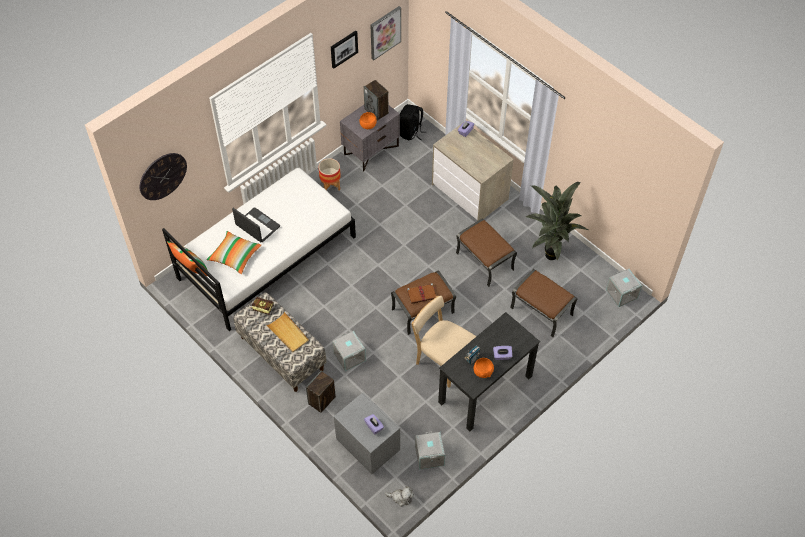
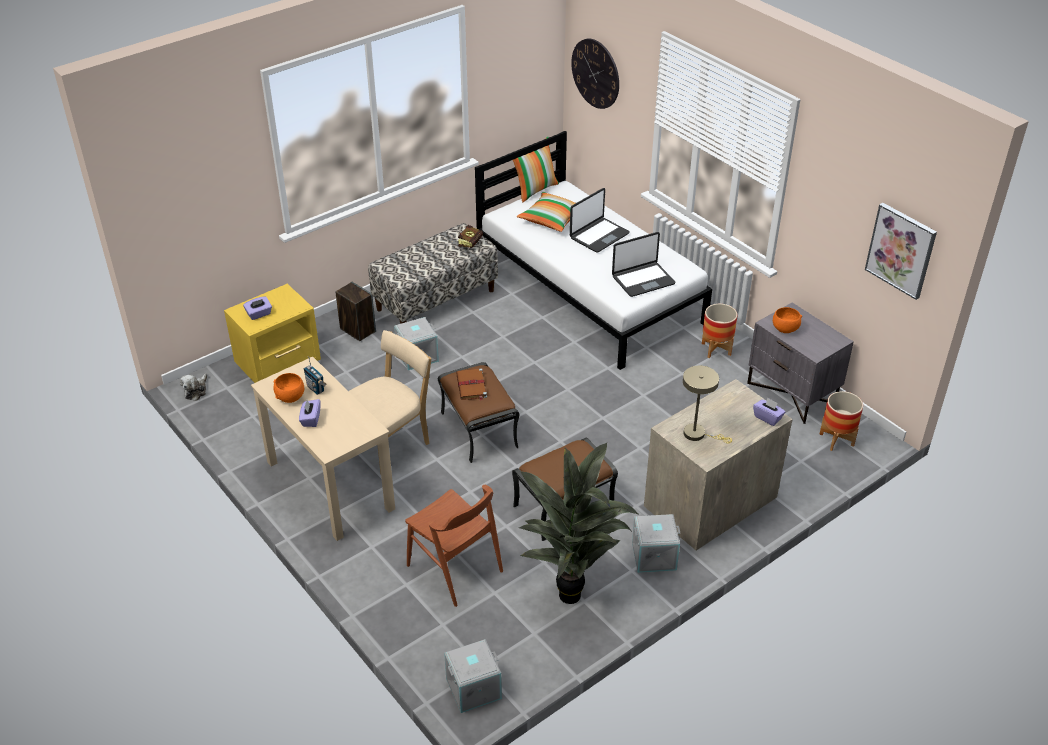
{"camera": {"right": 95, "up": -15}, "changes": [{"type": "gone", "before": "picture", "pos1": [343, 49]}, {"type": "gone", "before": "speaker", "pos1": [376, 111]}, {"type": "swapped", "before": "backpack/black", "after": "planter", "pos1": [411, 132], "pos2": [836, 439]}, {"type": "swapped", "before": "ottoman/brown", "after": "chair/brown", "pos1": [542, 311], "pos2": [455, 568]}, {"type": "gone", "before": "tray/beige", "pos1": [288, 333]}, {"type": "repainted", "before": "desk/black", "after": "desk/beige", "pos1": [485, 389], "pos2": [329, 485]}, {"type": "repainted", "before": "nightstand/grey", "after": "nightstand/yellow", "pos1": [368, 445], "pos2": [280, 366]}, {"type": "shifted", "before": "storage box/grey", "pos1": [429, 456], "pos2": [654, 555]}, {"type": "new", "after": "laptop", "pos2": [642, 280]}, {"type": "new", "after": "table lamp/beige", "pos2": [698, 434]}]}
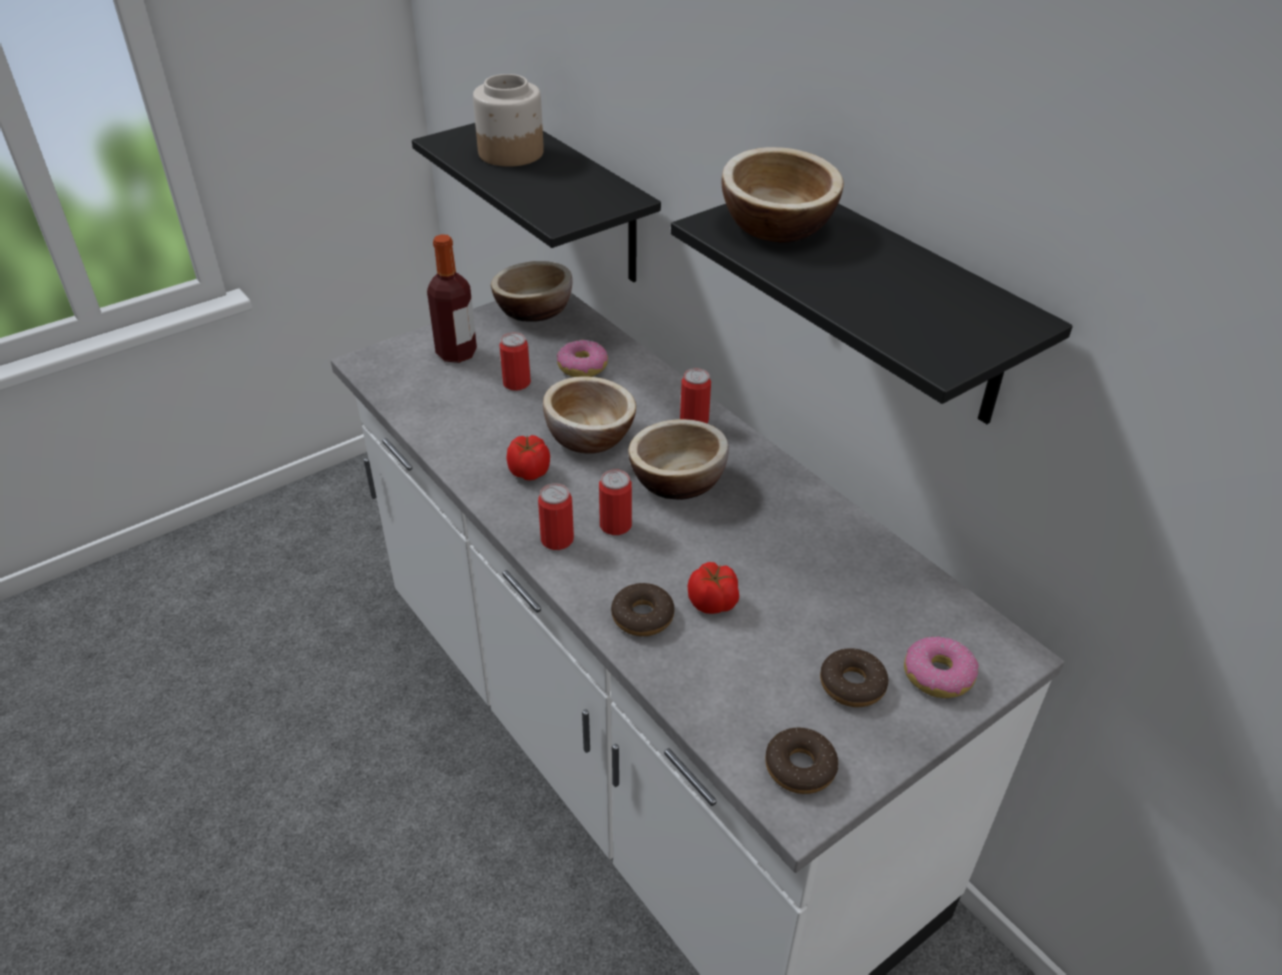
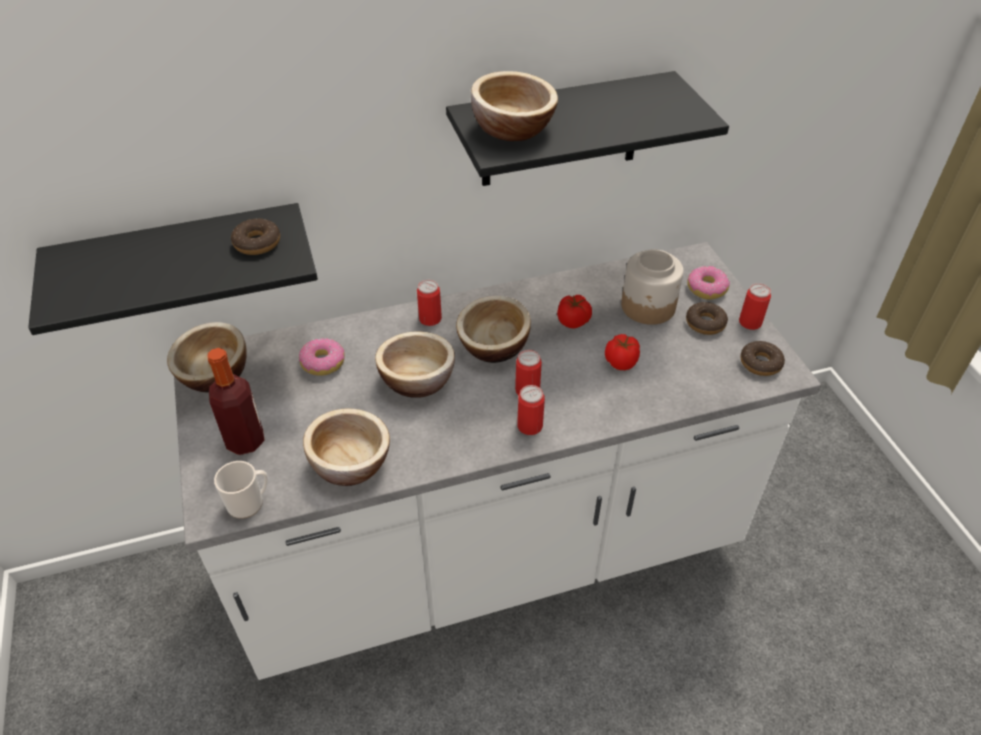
{"camera": {"right": -70, "up": 5}, "changes": [{"type": "shifted", "before": "jar", "pos1": [510, 153], "pos2": [648, 307]}, {"type": "shifted", "before": "can", "pos1": [516, 383], "pos2": [750, 322]}, {"type": "shifted", "before": "tomato", "pos1": [529, 472], "pos2": [573, 321]}, {"type": "shifted", "before": "donut", "pos1": [642, 616], "pos2": [257, 243]}, {"type": "new", "after": "bowl", "pos2": [350, 463]}, {"type": "new", "after": "mug", "pos2": [249, 502]}]}
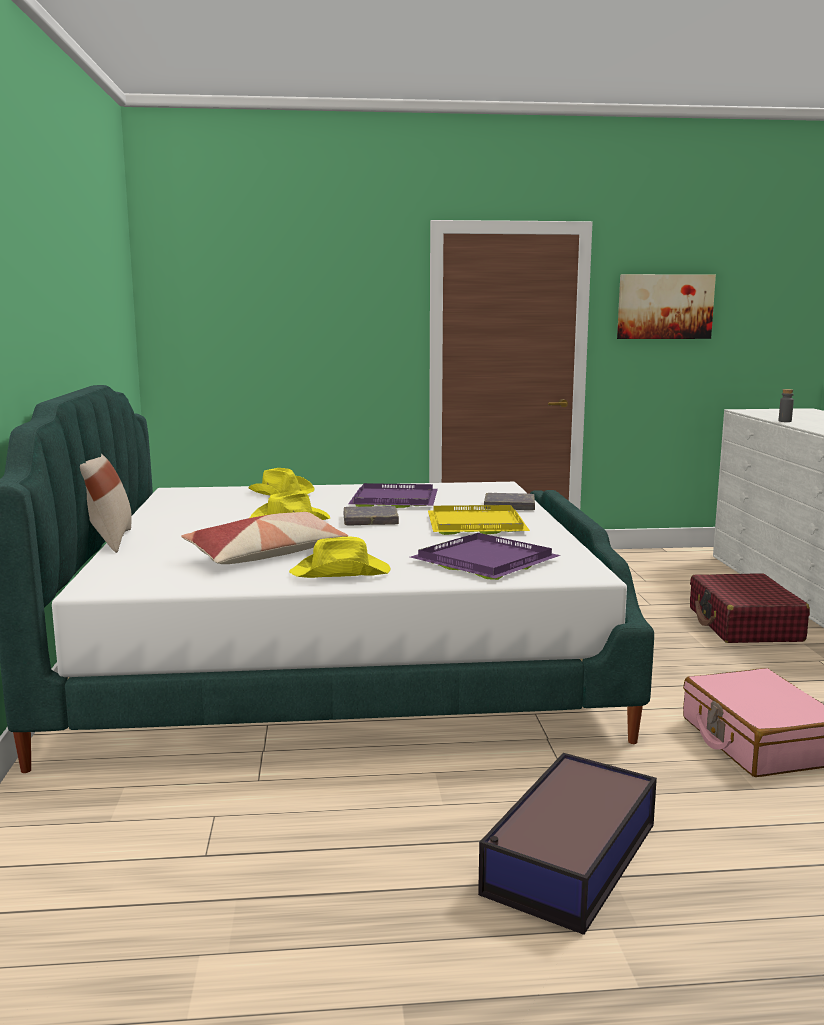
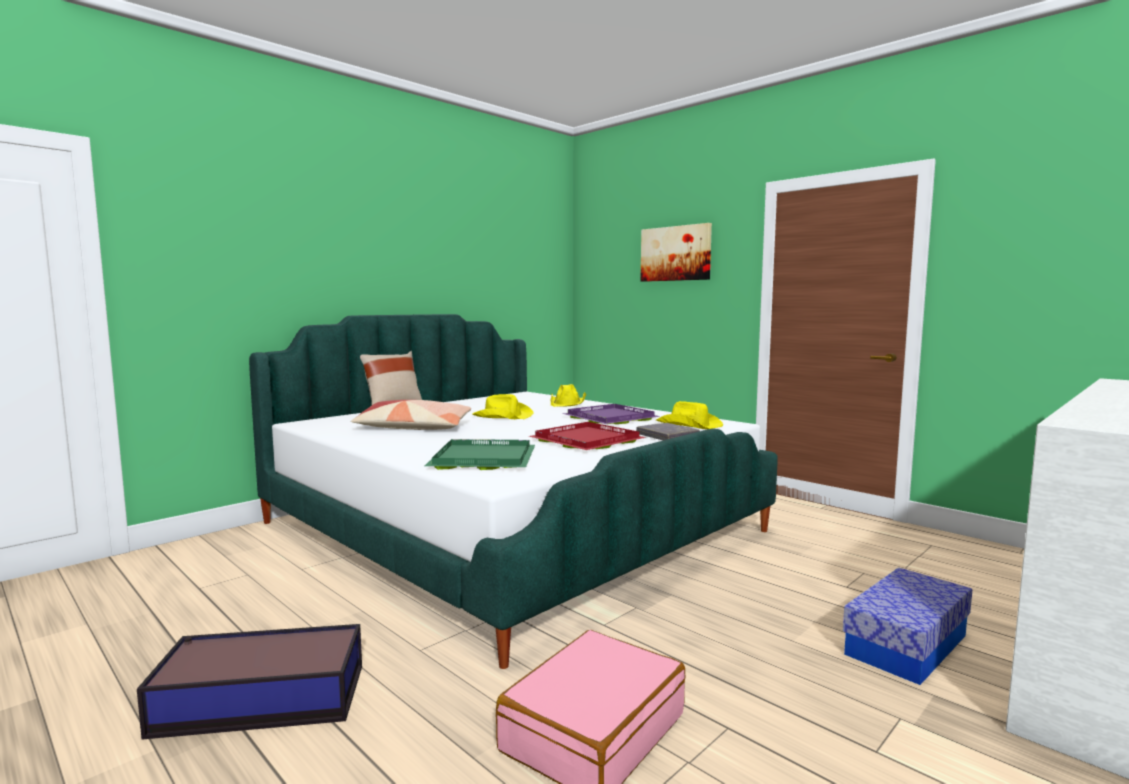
{"camera": {"right": 50, "up": -5}, "changes": [{"type": "shifted", "before": "picture", "pos1": [665, 306], "pos2": [675, 253]}, {"type": "gone", "before": "bottle/grey", "pos1": [785, 421]}, {"type": "repainted", "before": "tray/yellow", "after": "tray/red", "pos1": [477, 524], "pos2": [589, 440]}, {"type": "gone", "before": "book/grey", "pos1": [370, 520]}, {"type": "repainted", "before": "tray/purple", "after": "tray/green", "pos1": [485, 562], "pos2": [481, 459]}, {"type": "shifted", "before": "hat/yellow", "pos1": [341, 573], "pos2": [689, 425]}, {"type": "swapped", "before": "suitcase/red", "after": "storage box", "pos1": [744, 625], "pos2": [906, 645]}]}
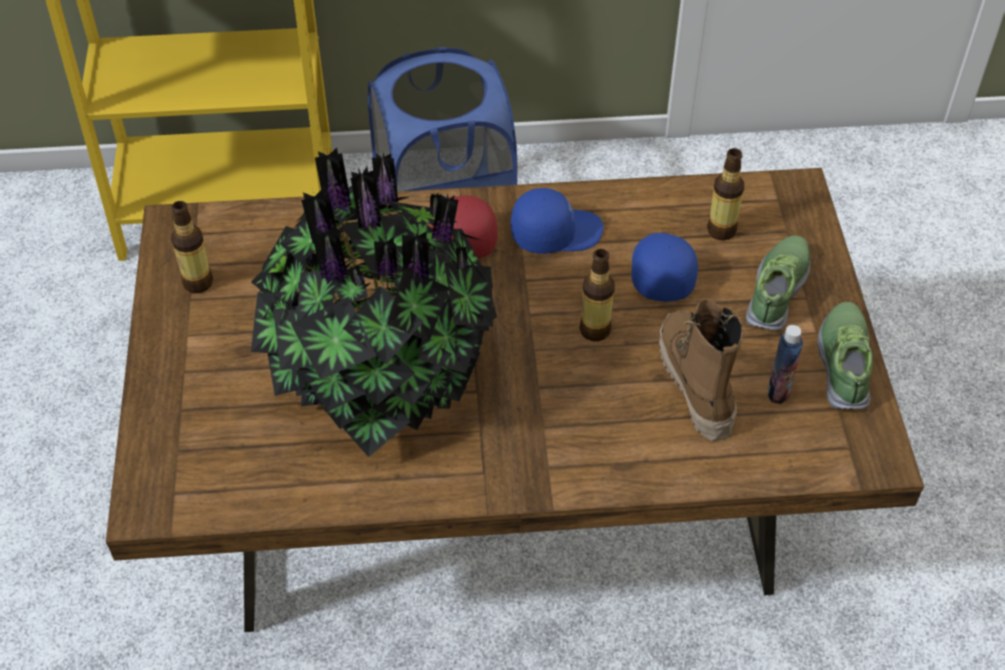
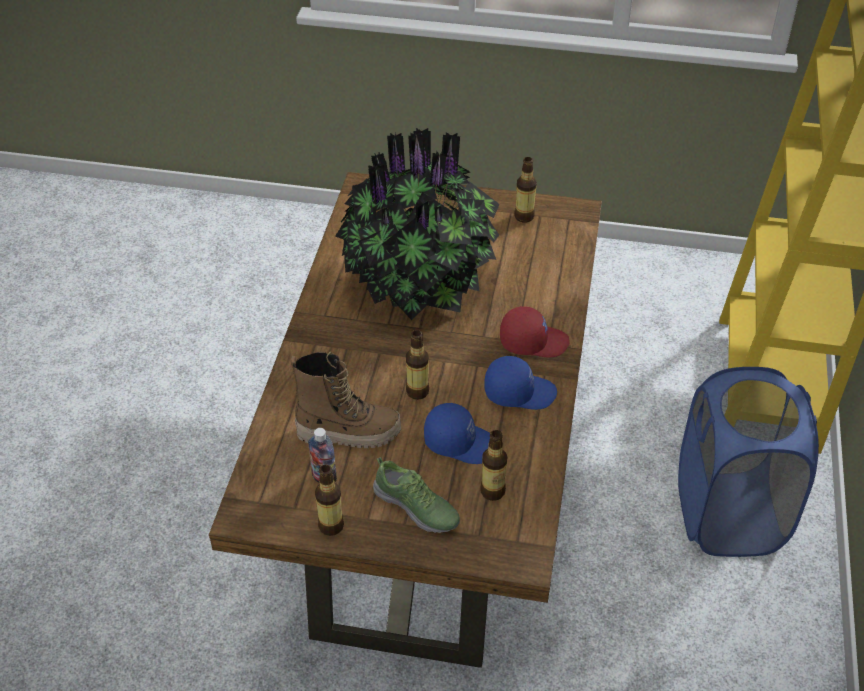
{"camera": {"right": 105, "up": -5}, "changes": [{"type": "rotated", "before": "cap/blue", "pos1": [555, 232], "pos2": [519, 392], "turn": -90}, {"type": "swapped", "before": "shoe", "after": "bottle", "pos1": [845, 364], "pos2": [331, 526]}]}
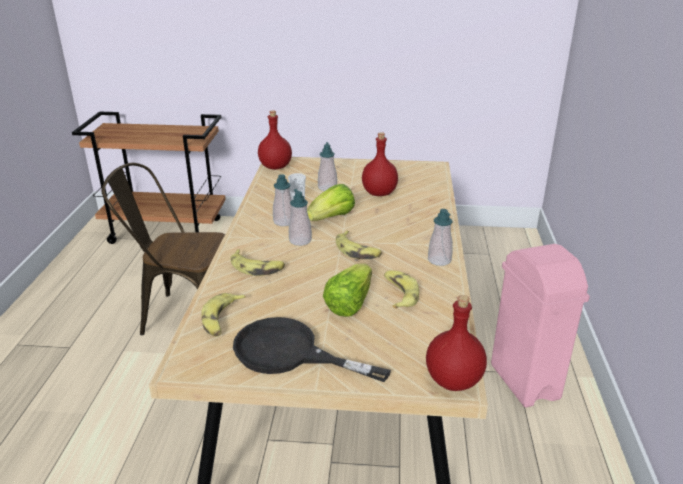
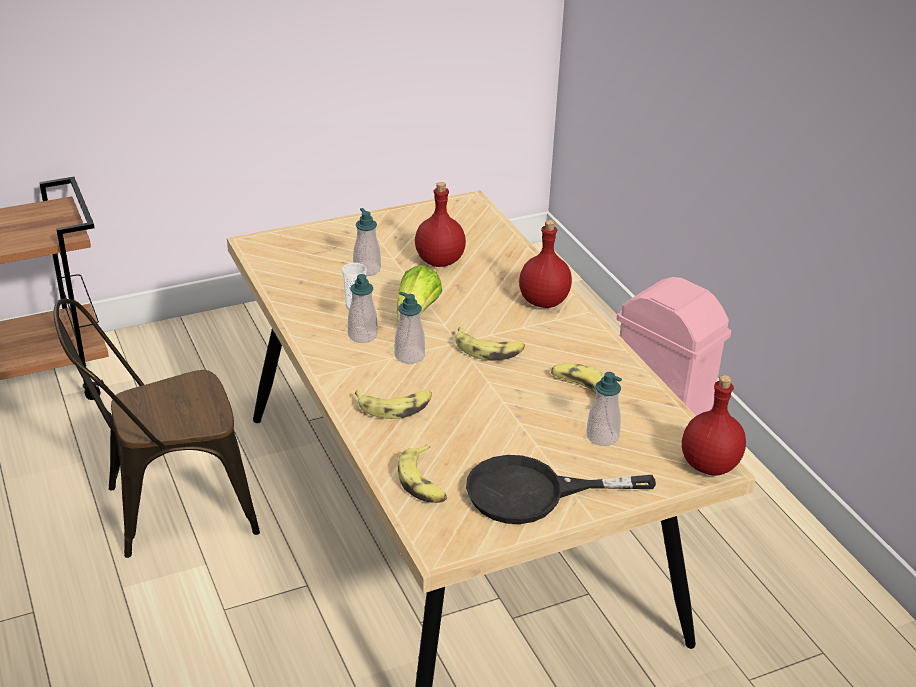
{"camera": {"right": -30, "up": 5}, "changes": [{"type": "shifted", "before": "bottle/red", "pos1": [276, 167], "pos2": [544, 301]}, {"type": "shifted", "before": "soap dispenser", "pos1": [439, 260], "pos2": [602, 436]}, {"type": "gone", "before": "lettuce", "pos1": [349, 303]}]}
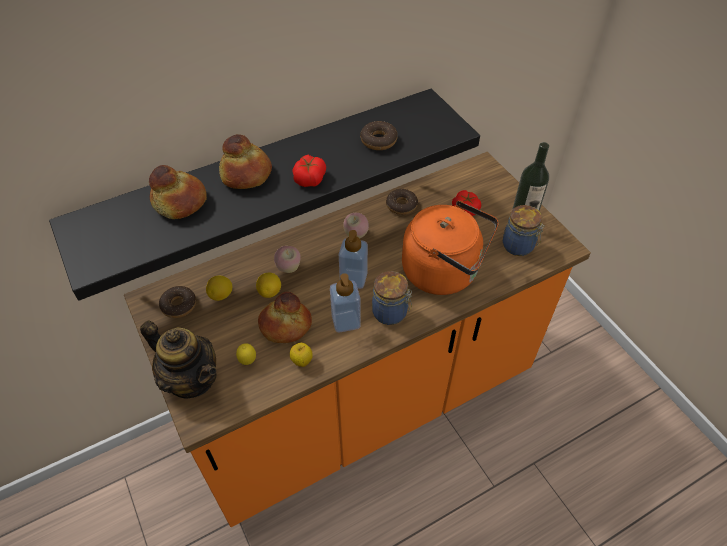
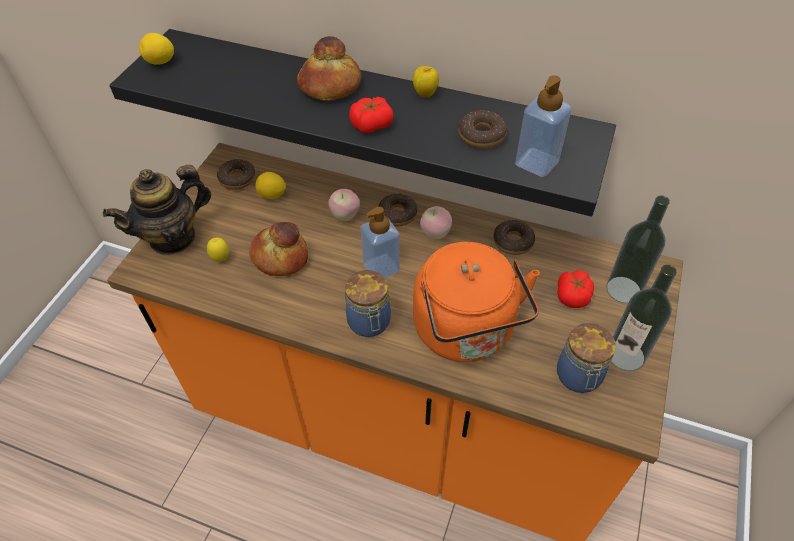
{"camera": {"right": 50, "up": 0}, "changes": [{"type": "gone", "before": "bread", "pos1": [179, 202]}, {"type": "shifted", "before": "lemon", "pos1": [270, 292], "pos2": [161, 62]}, {"type": "shifted", "before": "soap dispenser", "pos1": [346, 321], "pos2": [536, 163]}, {"type": "rotated", "before": "teapot", "pos1": [191, 379], "pos2": [173, 238], "turn": 60}, {"type": "shifted", "before": "apple", "pos1": [302, 361], "pos2": [425, 94]}, {"type": "new", "after": "donut", "pos2": [397, 214]}, {"type": "new", "after": "bottle", "pos2": [623, 289]}]}
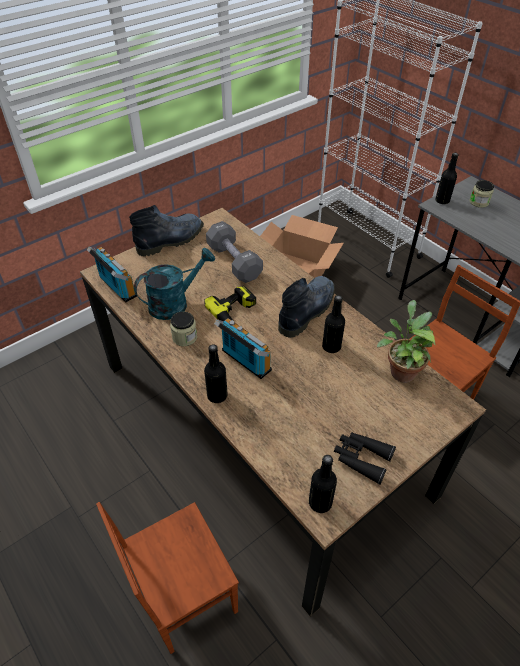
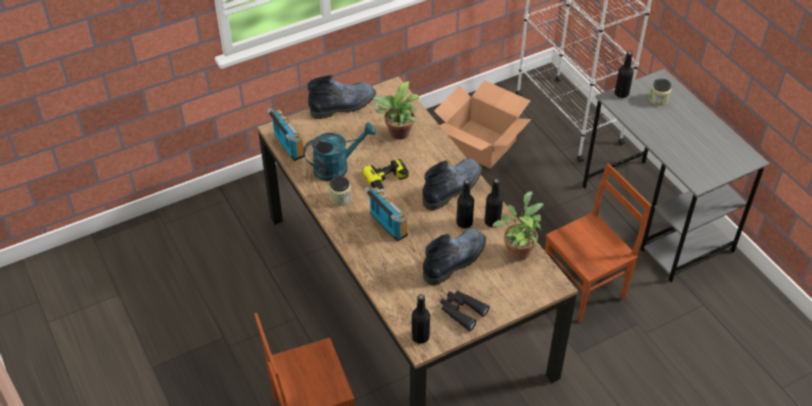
{"camera": {"right": 10, "up": 0}, "changes": [{"type": "swapped", "before": "dumbbell/grey", "after": "potted plant", "pos1": [234, 262], "pos2": [397, 134]}, {"type": "shifted", "before": "bottle/black", "pos1": [217, 395], "pos2": [492, 222]}, {"type": "new", "after": "boot", "pos2": [455, 260]}]}
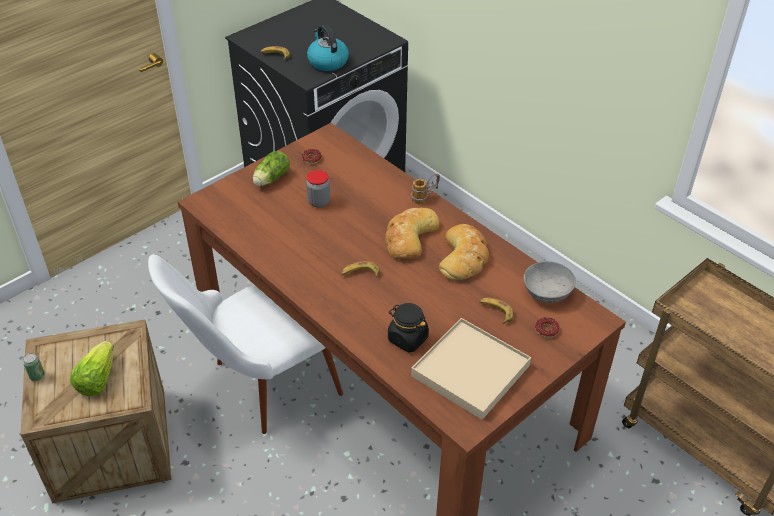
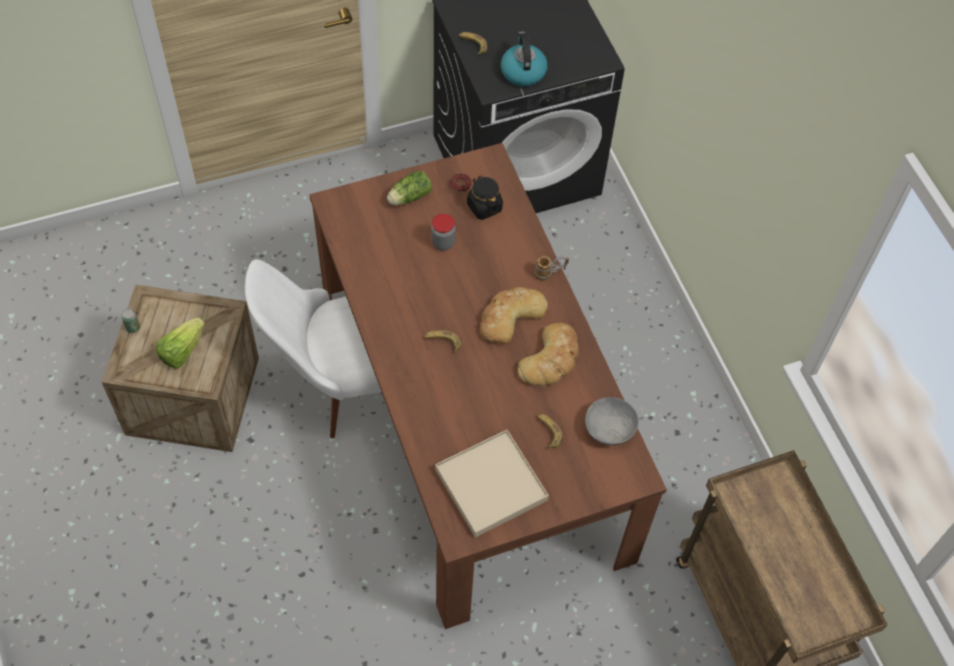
{"camera": {"right": 20, "up": 15}, "changes": [{"type": "shifted", "before": "jar/black", "pos1": [407, 338], "pos2": [484, 207]}, {"type": "gone", "before": "donut", "pos1": [546, 330]}]}
